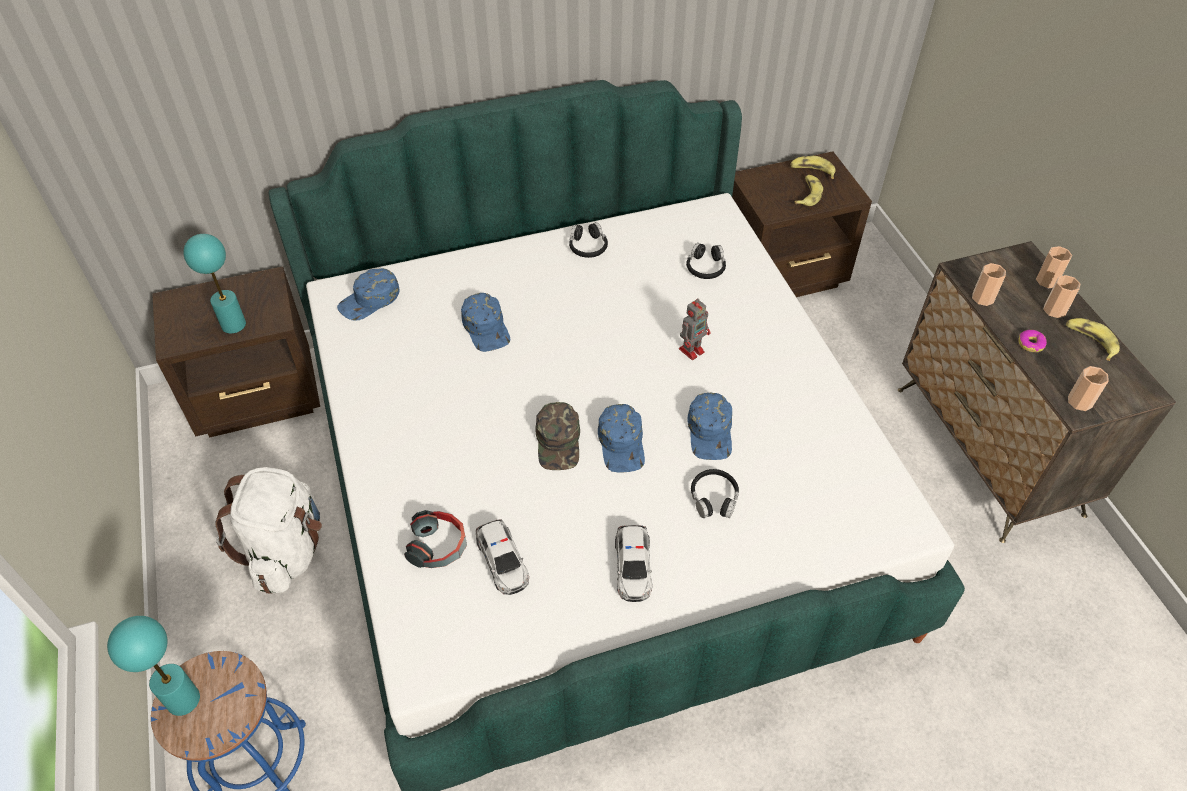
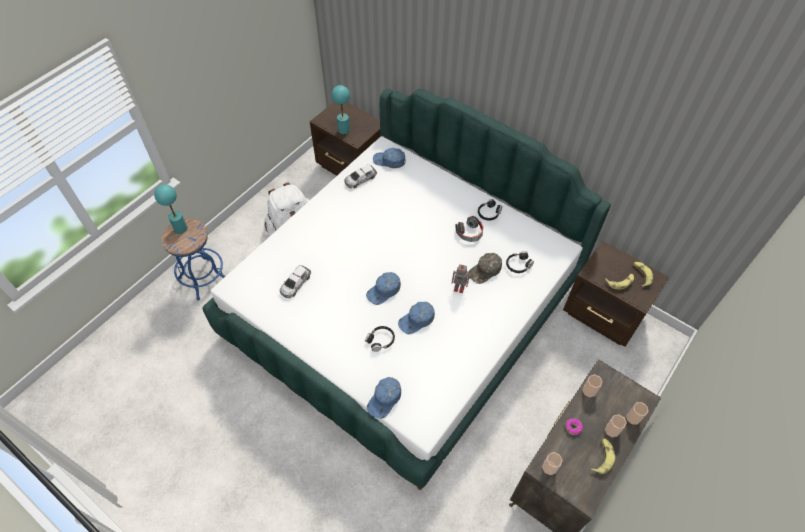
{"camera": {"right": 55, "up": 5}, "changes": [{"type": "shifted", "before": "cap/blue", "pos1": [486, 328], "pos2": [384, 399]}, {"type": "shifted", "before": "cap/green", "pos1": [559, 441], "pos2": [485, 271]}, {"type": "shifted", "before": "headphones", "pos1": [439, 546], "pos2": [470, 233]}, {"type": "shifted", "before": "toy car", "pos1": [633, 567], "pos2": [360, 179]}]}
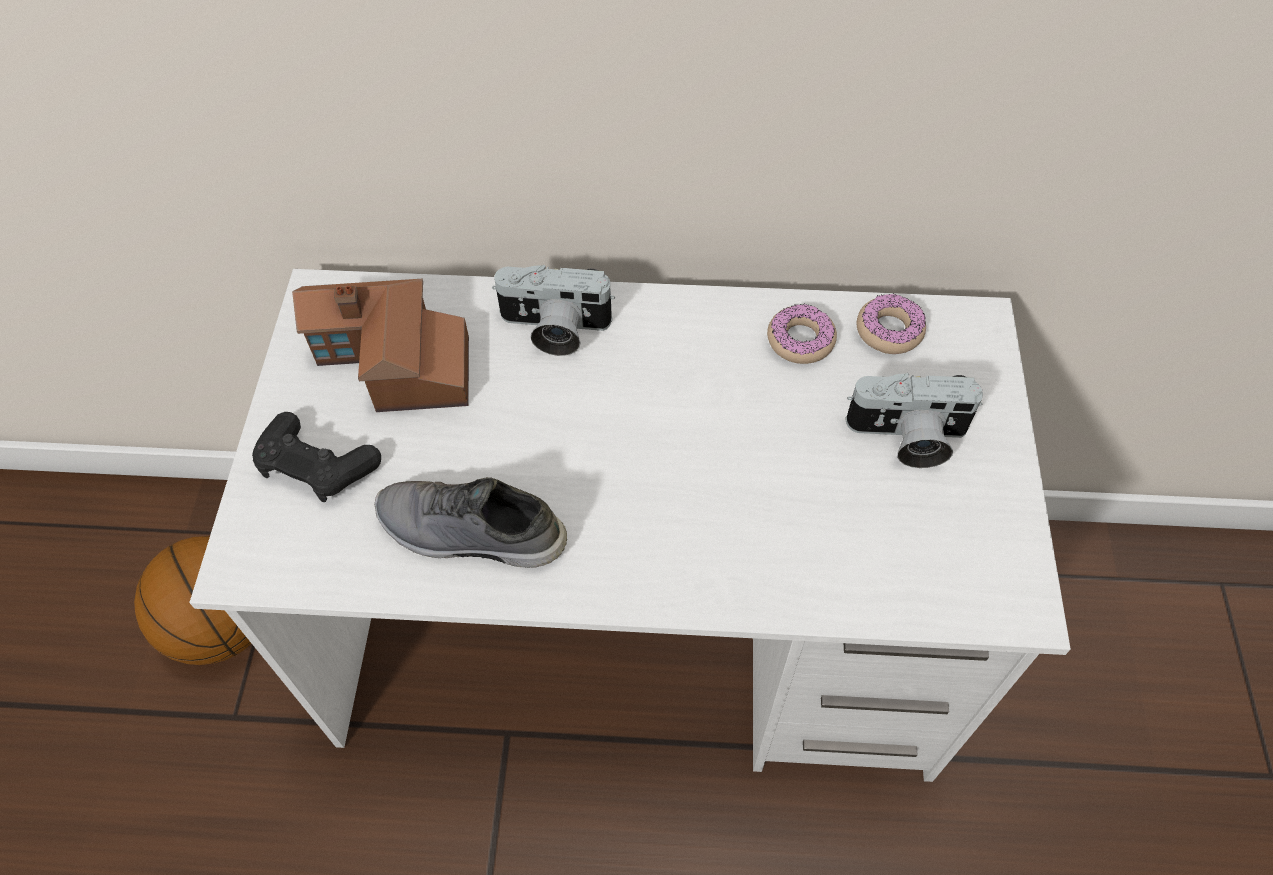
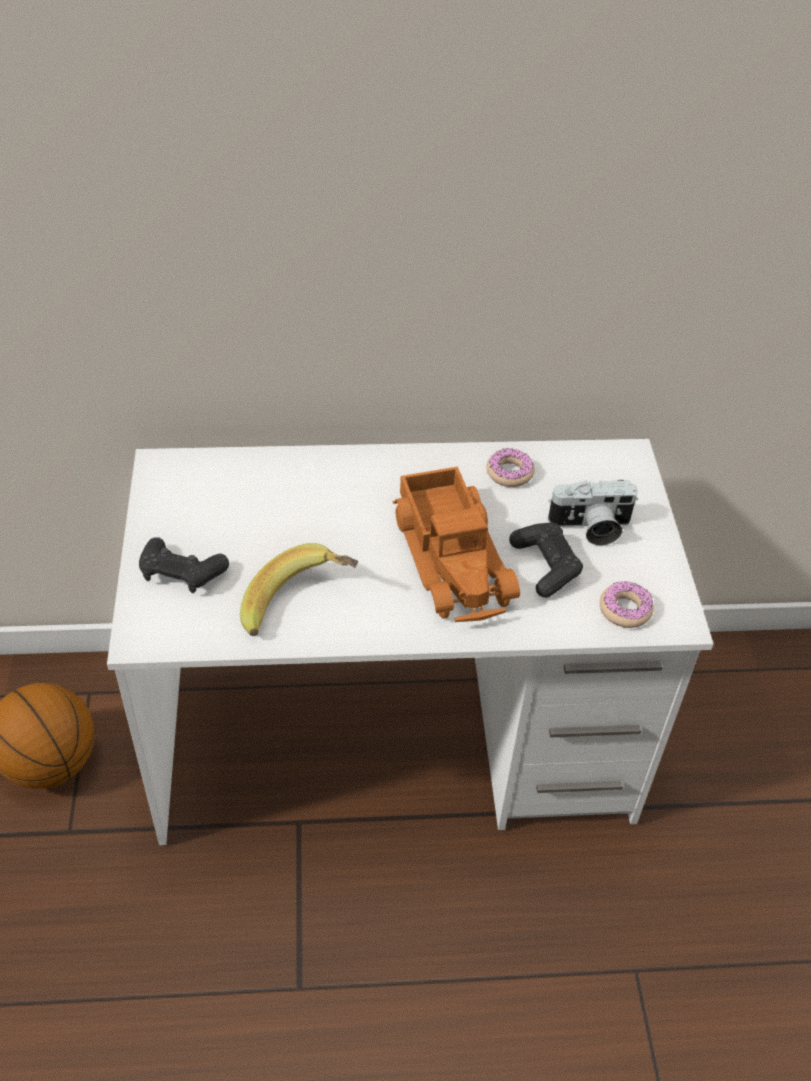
{"camera": {"right": -10, "up": -10}, "changes": [{"type": "gone", "before": "photo camera", "pos1": [553, 329]}, {"type": "gone", "before": "toy house", "pos1": [393, 364]}, {"type": "shifted", "before": "donut", "pos1": [889, 331], "pos2": [625, 610]}, {"type": "swapped", "before": "shoe/grey", "after": "banana", "pos1": [470, 534], "pos2": [300, 607]}, {"type": "new", "after": "toy truck", "pos2": [454, 557]}, {"type": "new", "after": "game controller/black", "pos2": [545, 565]}]}
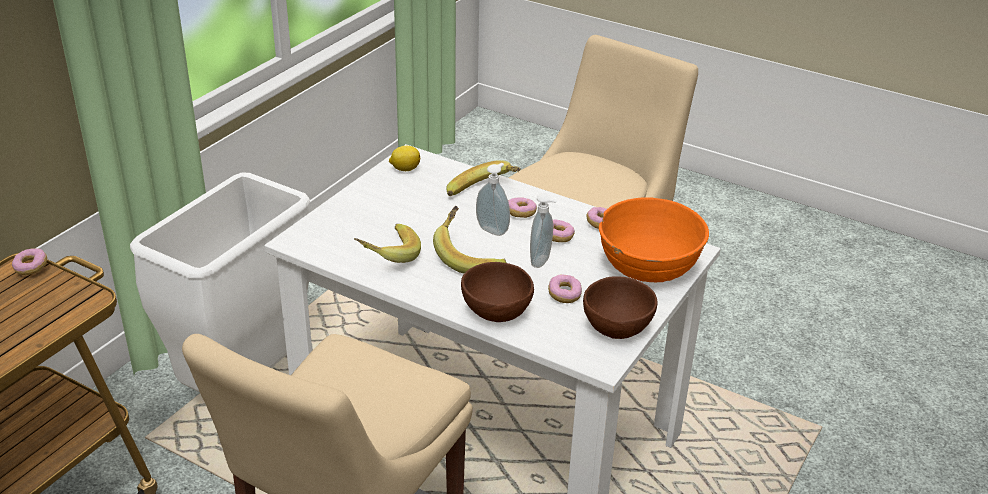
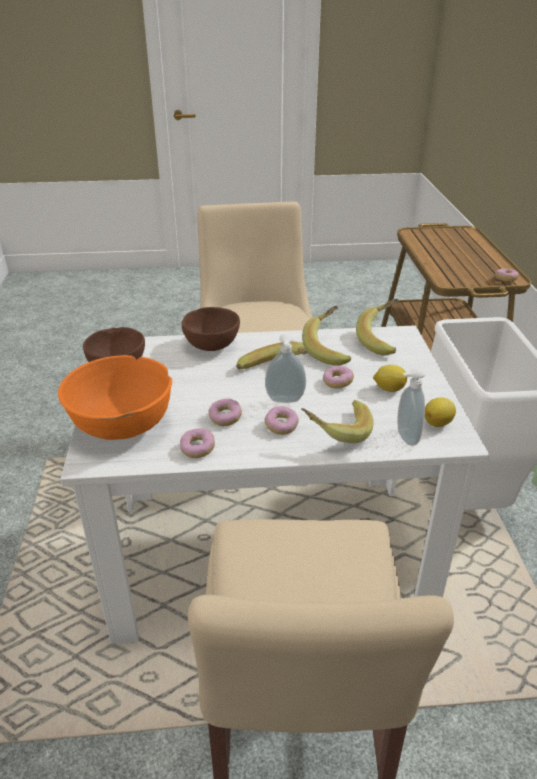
{"camera": {"right": 145, "up": 0}, "changes": [{"type": "shifted", "before": "soap dispenser", "pos1": [542, 261], "pos2": [405, 437]}, {"type": "shifted", "before": "donut", "pos1": [564, 295], "pos2": [337, 383]}, {"type": "new", "after": "banana", "pos2": [383, 340]}, {"type": "new", "after": "lemon", "pos2": [388, 389]}]}
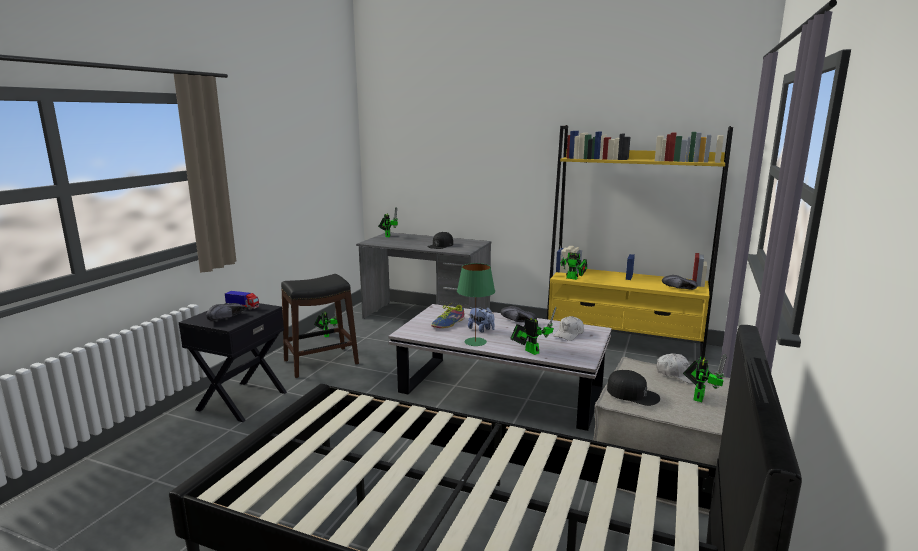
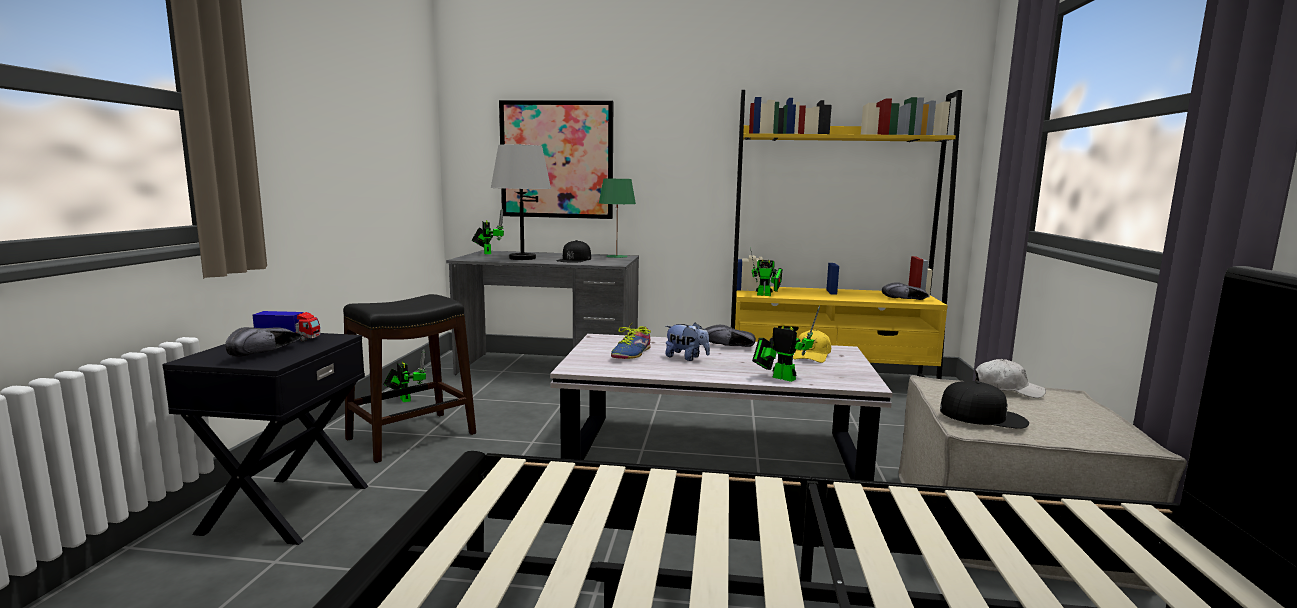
{"camera": {"right": -15, "up": -5}, "changes": [{"type": "shifted", "before": "table lamp/green", "pos1": [475, 342], "pos2": [616, 256]}, {"type": "repainted", "before": "cap/white", "after": "cap/yellow", "pos1": [569, 334], "pos2": [811, 356]}, {"type": "gone", "before": "toy robot", "pos1": [699, 396]}, {"type": "new", "after": "picture", "pos2": [557, 160]}, {"type": "new", "after": "table lamp/grey", "pos2": [522, 258]}]}
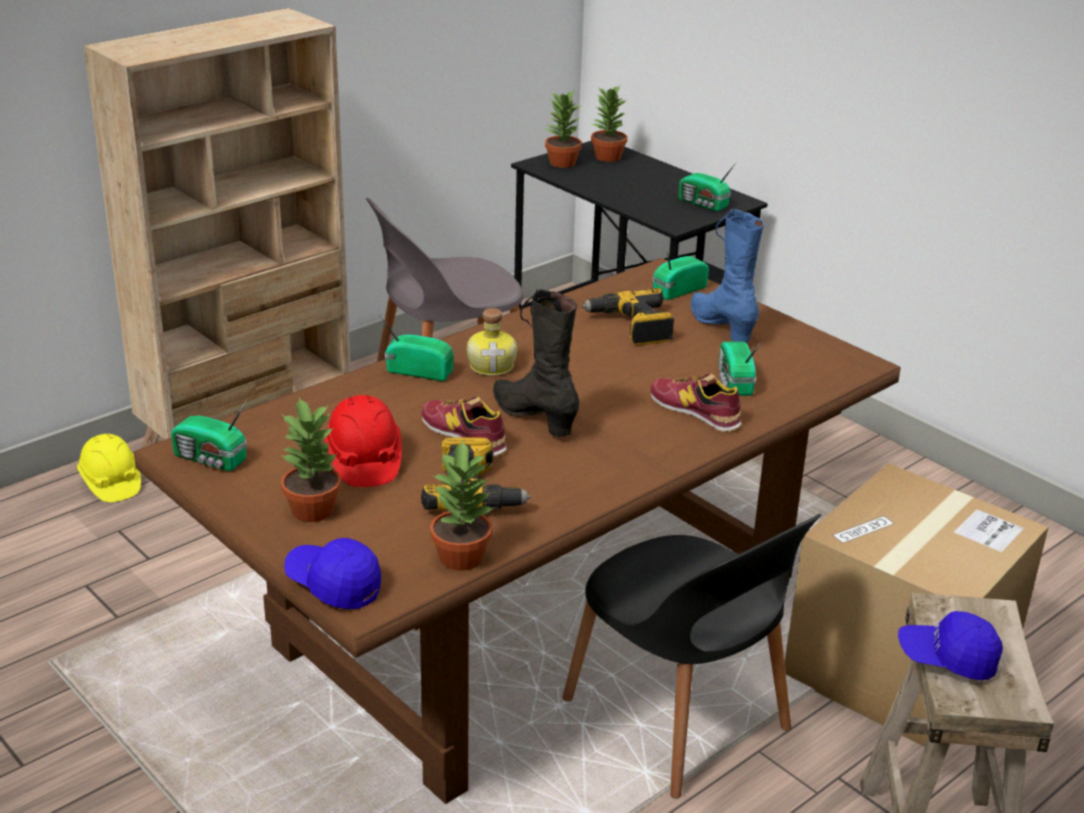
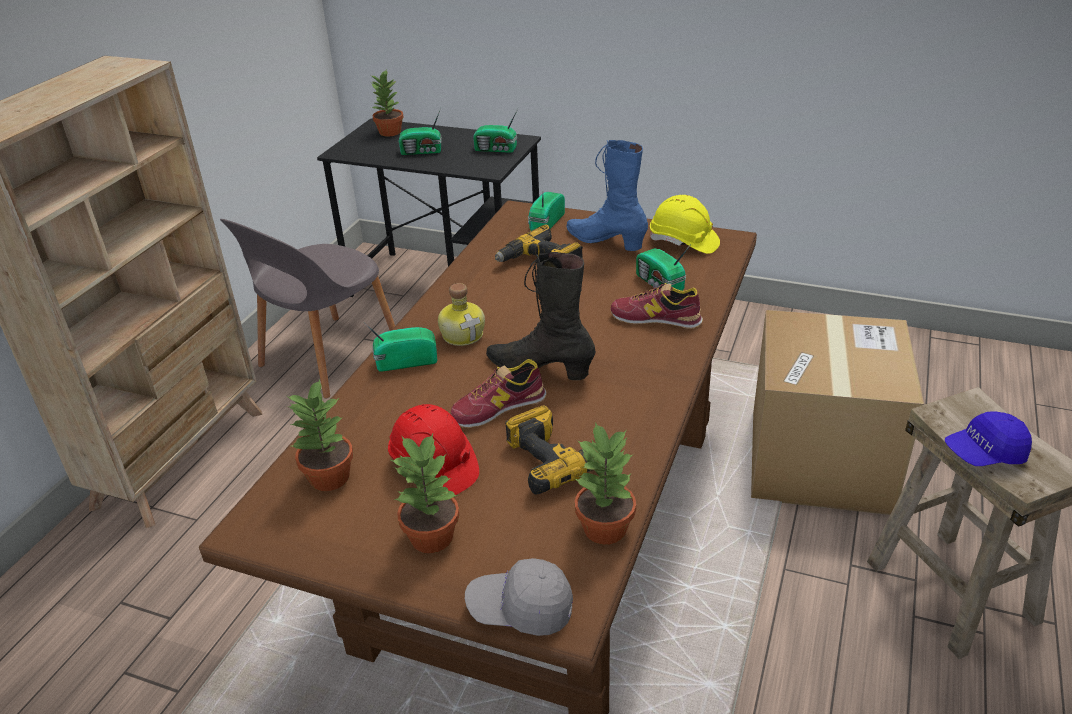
{"camera": {"right": -25, "up": 5}, "changes": [{"type": "shifted", "before": "potted plant", "pos1": [561, 163], "pos2": [328, 478]}, {"type": "rotated", "before": "shoe", "pos1": [464, 435], "pos2": [498, 407], "turn": -45}, {"type": "shifted", "before": "radio", "pos1": [211, 459], "pos2": [422, 151]}, {"type": "shifted", "before": "hard hat/yellow", "pos1": [110, 483], "pos2": [683, 242]}, {"type": "gone", "before": "chair/black", "pos1": [679, 719]}, {"type": "repainted", "before": "cap/blue", "after": "cap/grey", "pos1": [333, 585], "pos2": [520, 609]}]}
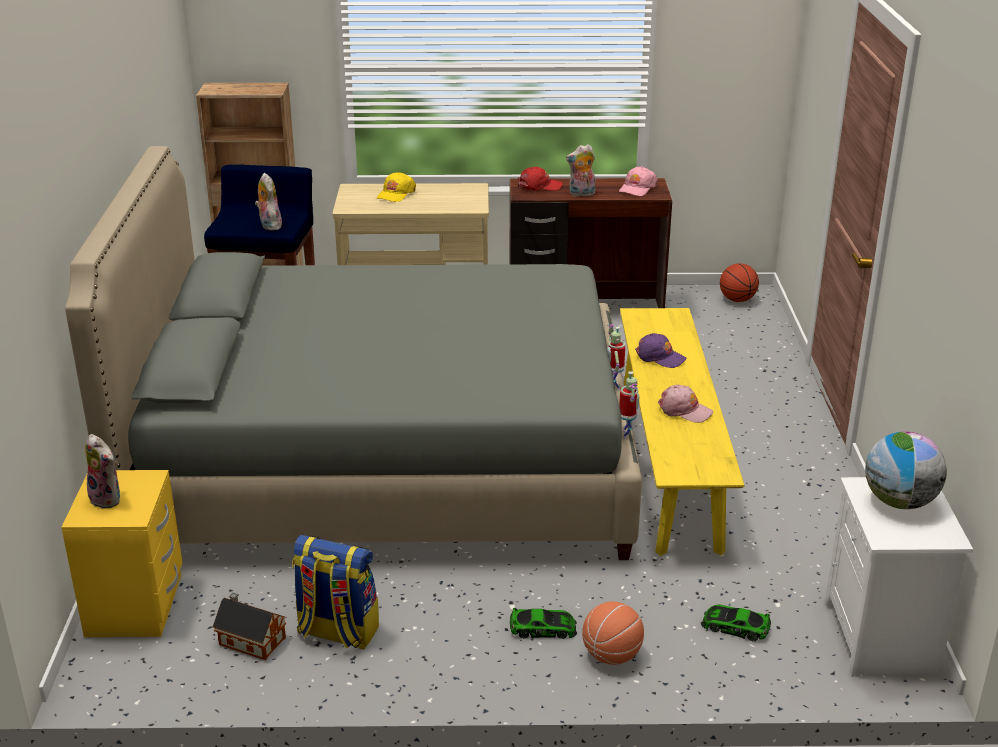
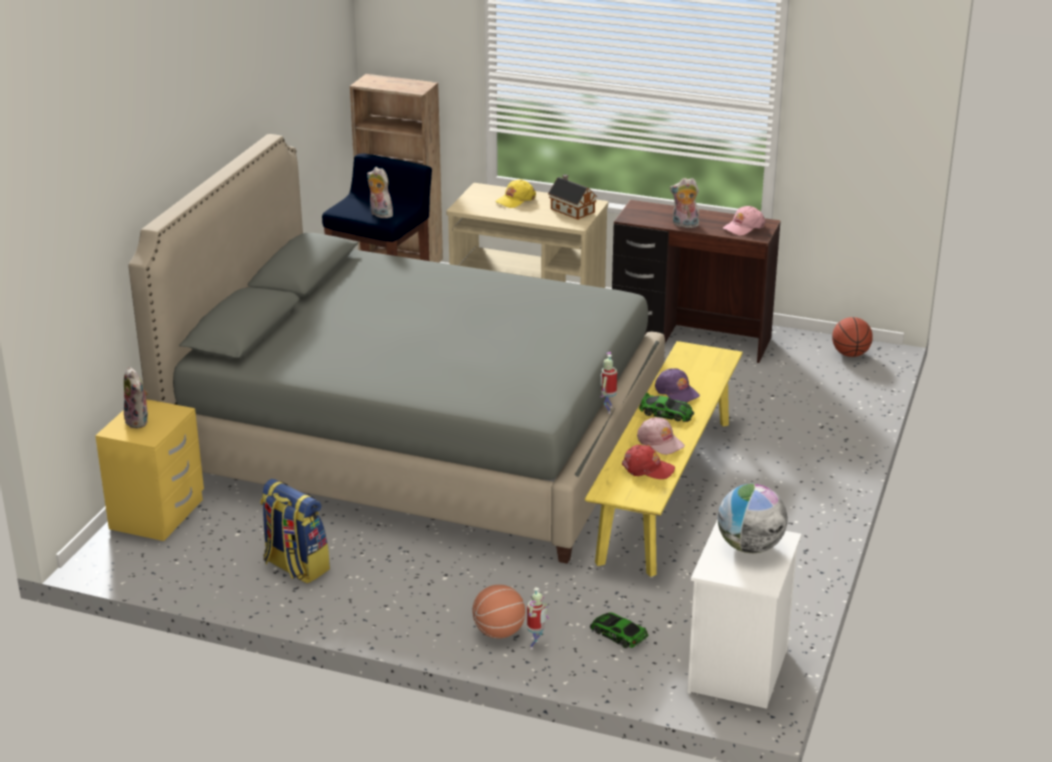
{"camera": {"right": 20, "up": 0}, "changes": [{"type": "shifted", "before": "cap/red", "pos1": [539, 186], "pos2": [647, 468]}, {"type": "rotated", "before": "plush toy", "pos1": [269, 225], "pos2": [379, 214], "turn": -45}, {"type": "shifted", "before": "toy robot", "pos1": [627, 435], "pos2": [536, 645]}, {"type": "shifted", "before": "toy house", "pos1": [250, 640], "pos2": [571, 210]}, {"type": "shifted", "before": "toy car", "pos1": [543, 628], "pos2": [666, 413]}]}
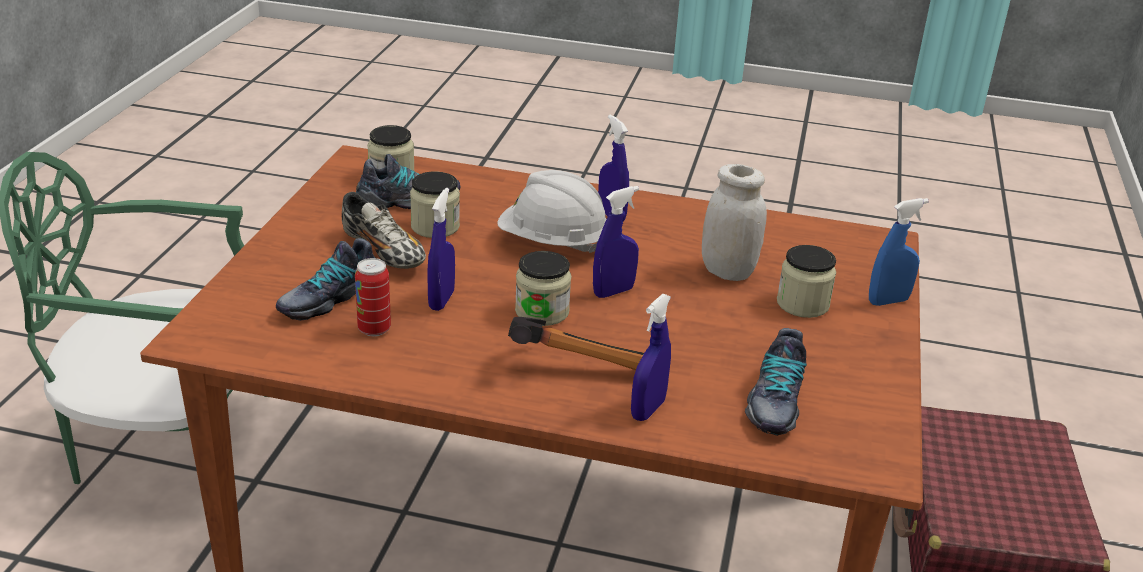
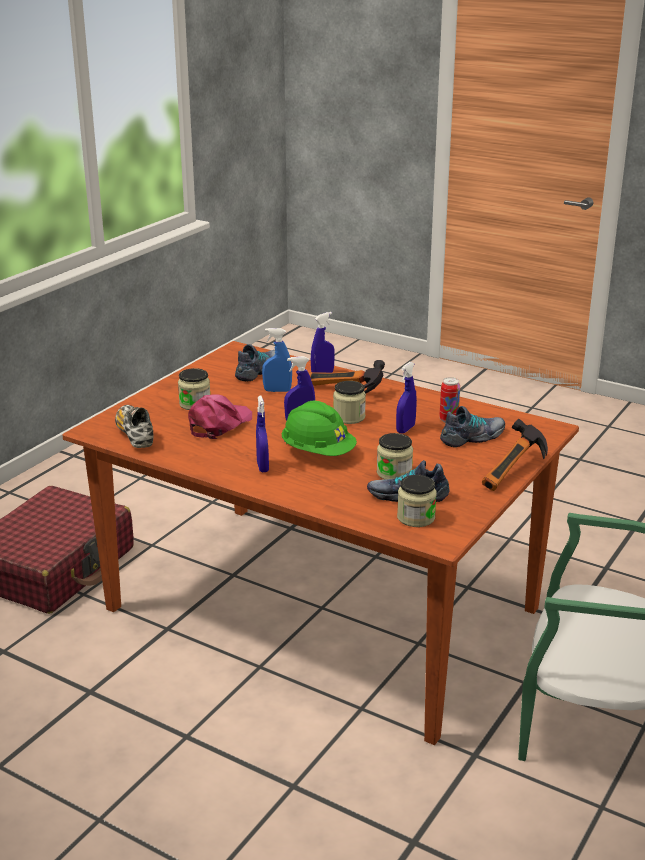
{"camera": {"right": -160, "up": -5}, "changes": [{"type": "swapped", "before": "jar/white", "after": "cap/pink", "pos1": [728, 271], "pos2": [219, 424]}, {"type": "repainted", "before": "hard hat/white", "after": "hard hat/green", "pos1": [553, 244], "pos2": [318, 452]}, {"type": "shifted", "before": "shoe", "pos1": [384, 252], "pos2": [135, 435]}, {"type": "shifted", "before": "spray bottle/blue", "pos1": [888, 301], "pos2": [277, 390]}, {"type": "new", "after": "hammer", "pos2": [515, 473]}]}
